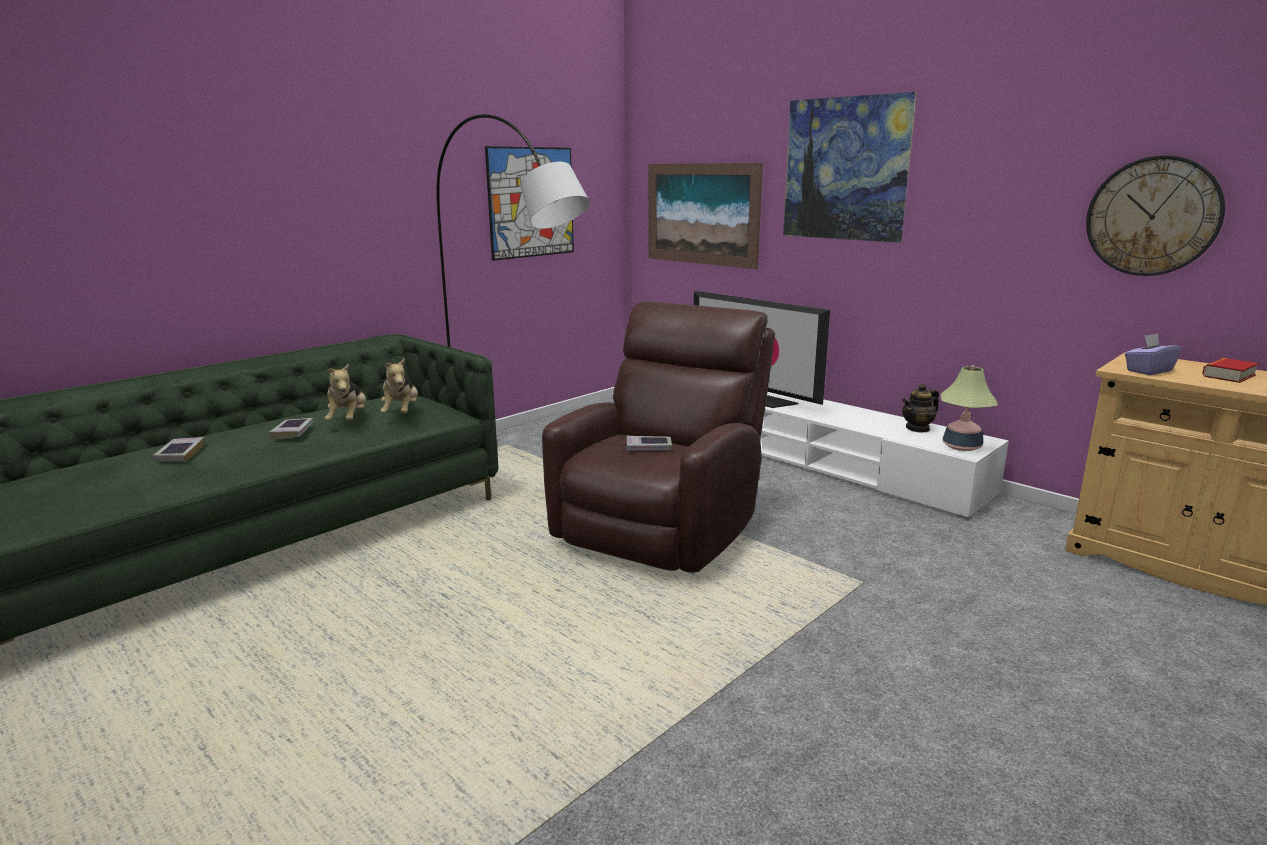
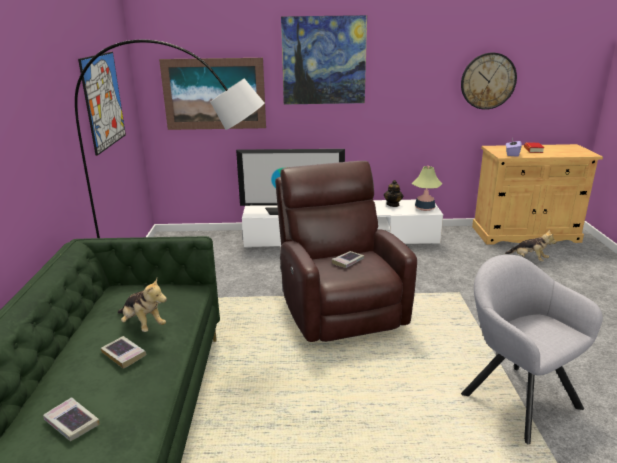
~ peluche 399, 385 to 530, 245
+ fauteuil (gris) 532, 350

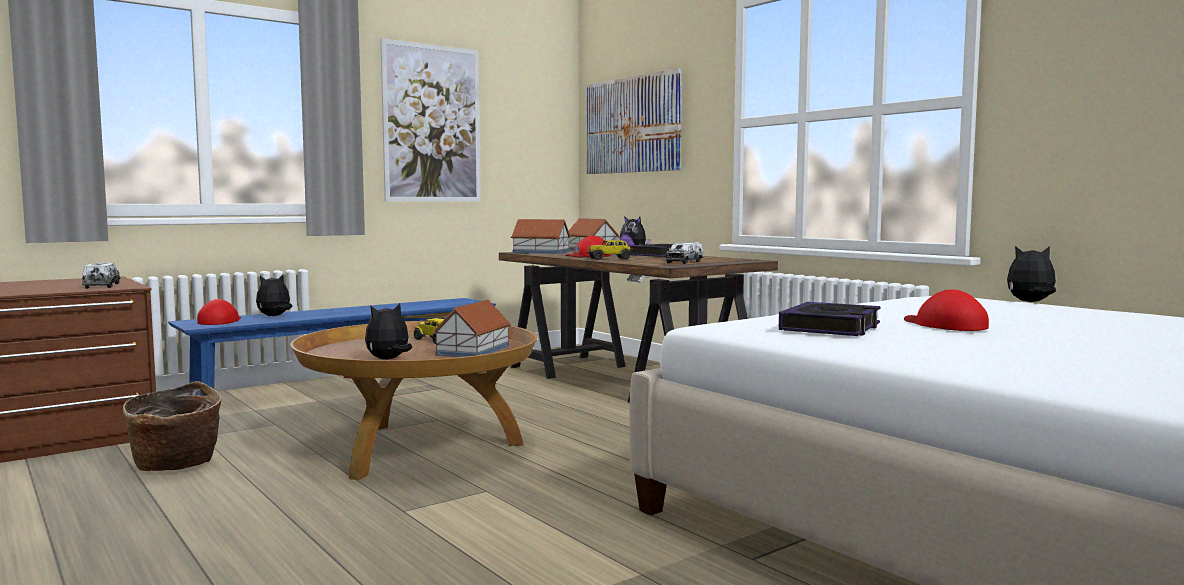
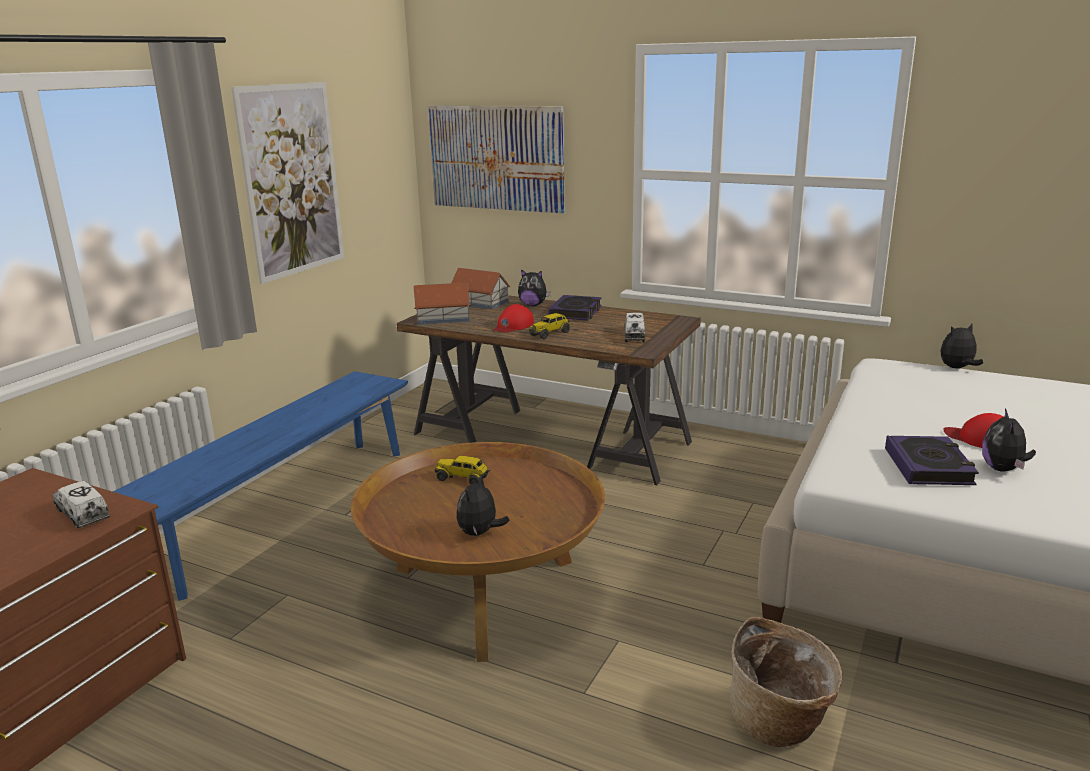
~ peluche 274, 295 to 1009, 440
- casquette (rouge) 219, 312
- maison miniature 472, 328
~ panier 172, 426 to 786, 682

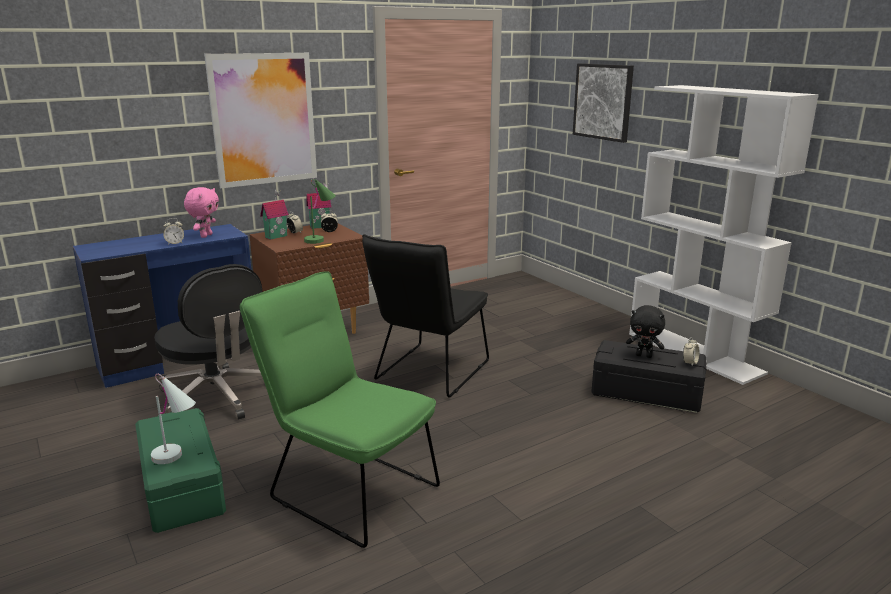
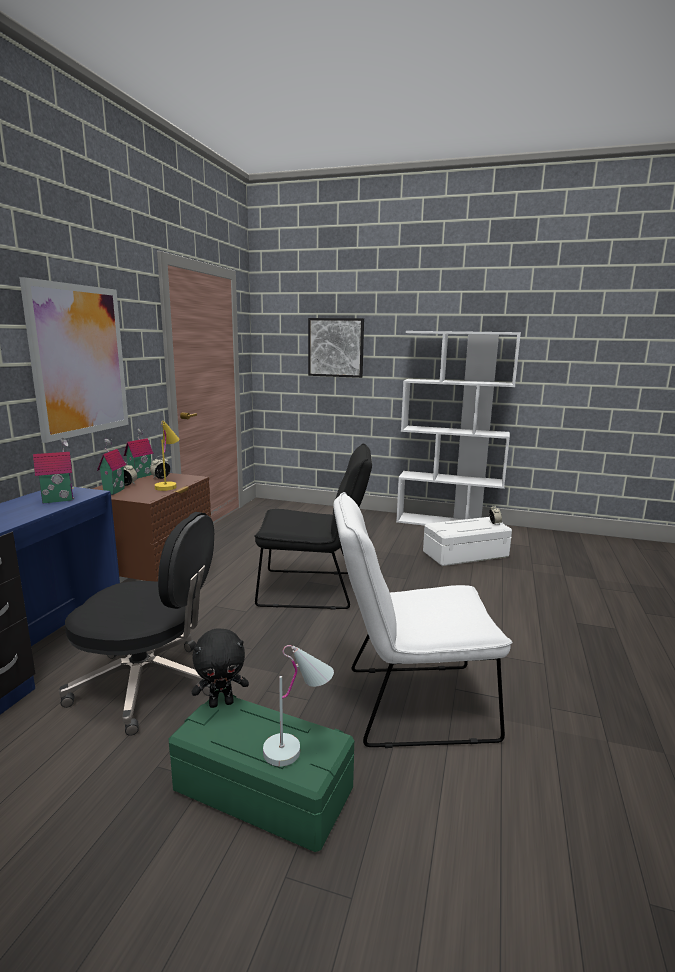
~ lampe de table (vert) 320, 211 to lampe de table (jaune) 167, 456
~ peluche (rose) 201, 212 to maison miniature 53, 470
- réveil 173, 231
~ chaise (noir) 425, 316 = 313, 527 75 degrees counterclockwise
~ chaise (vert) 340, 409 to chaise (blanc) 423, 620
~ peluche (noir) 645, 331 to 220, 668
~ boîte de rangement (noir) 649, 376 to boîte de rangement (blanc) 467, 541

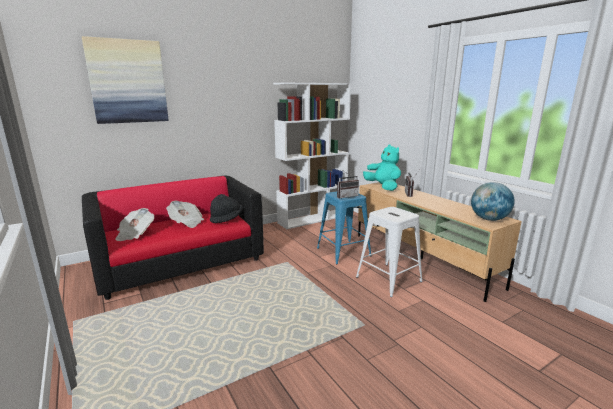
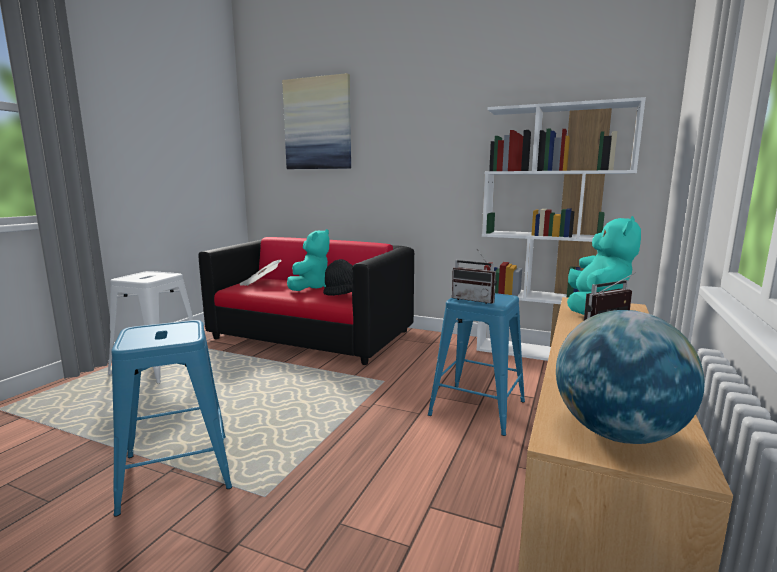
~ journal 185, 214 to peluche (turquoise) 308, 260
~ tabouret (blanc) 389, 252 to 150, 327
+ tabouret (bleu) 171, 418

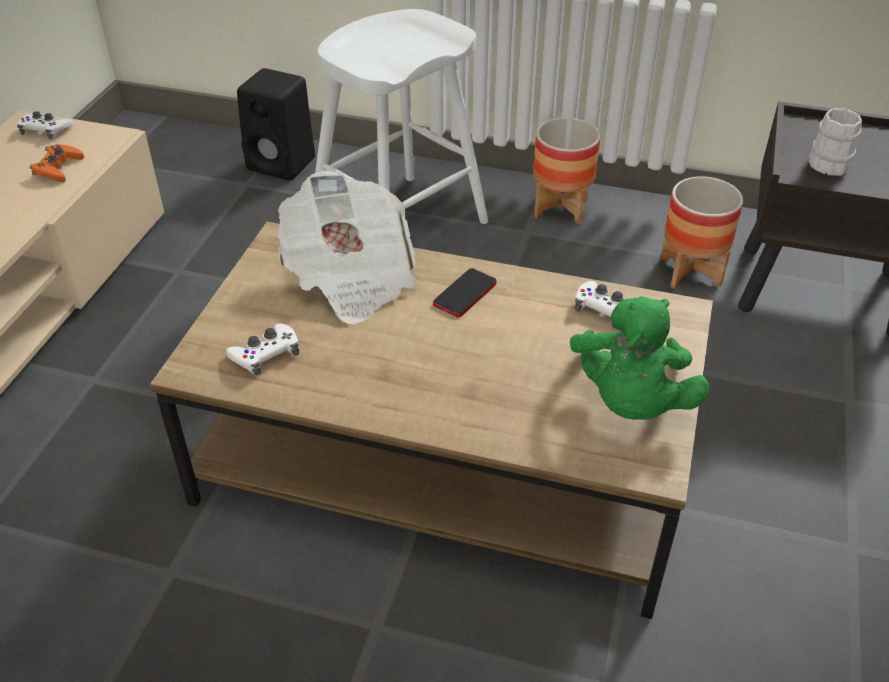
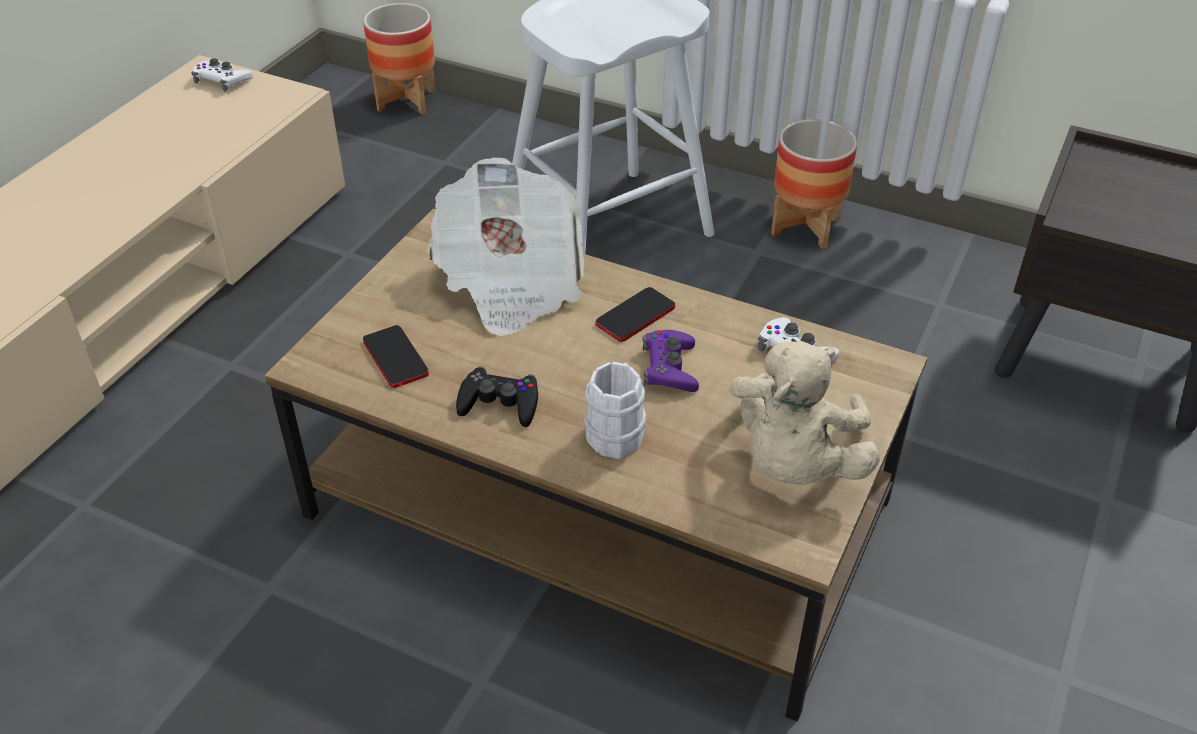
- enceinte (noir) 276, 124
~ mug (blanc) 835, 142 to 615, 410
- manette (orange) 57, 163
~ cache-pot 702, 232 to 399, 59
~ peluche (vert) 640, 358 to peluche (beige) 804, 413
~ manette (blanc) 262, 349 to téléphone 396, 356
+ manette (violet) 671, 361
+ manette (noir) 497, 396

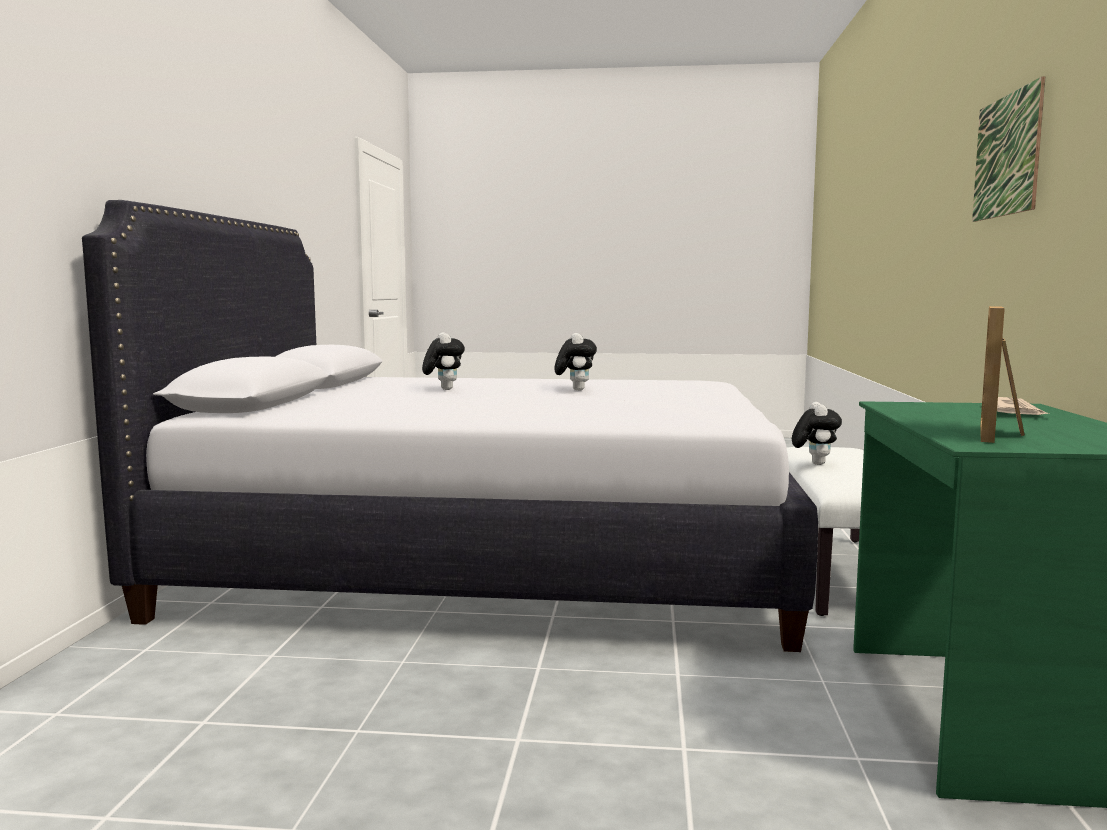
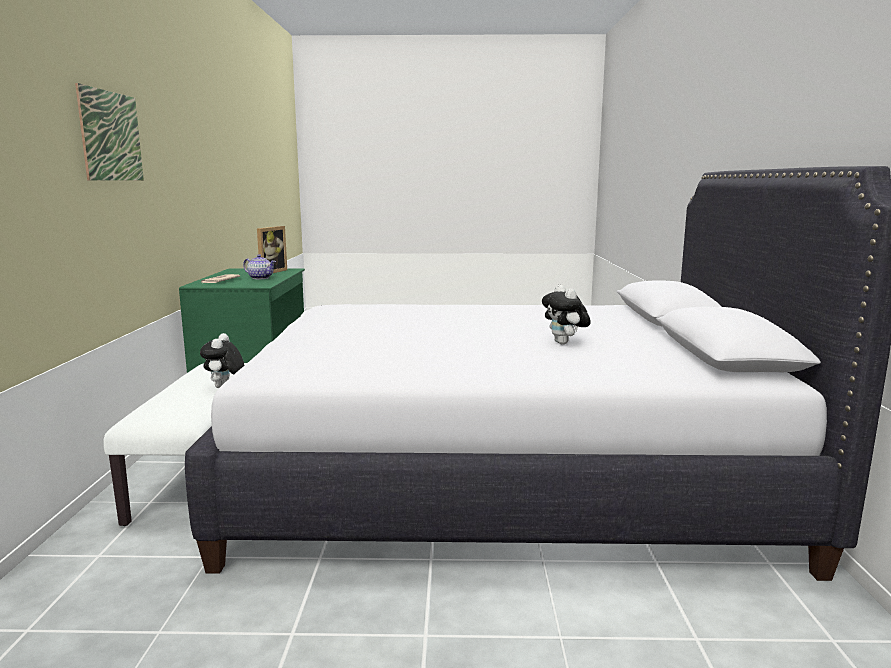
- peluche 575, 362
+ théière 259, 266

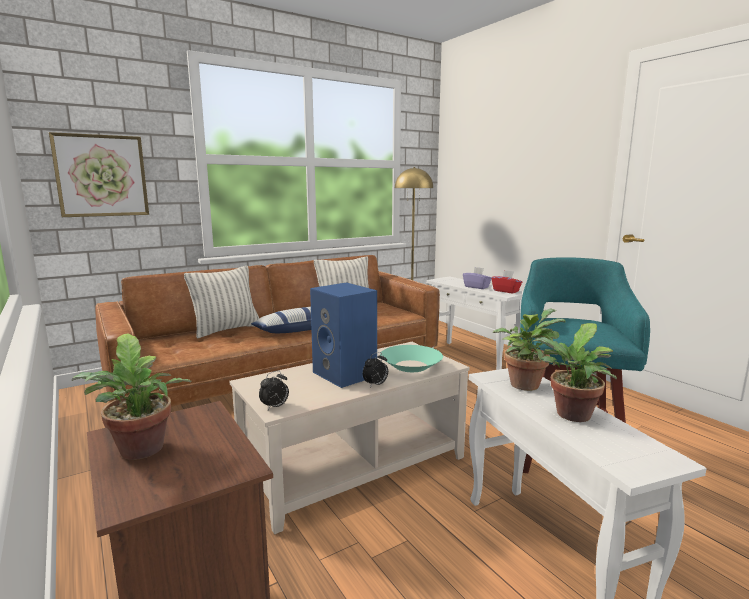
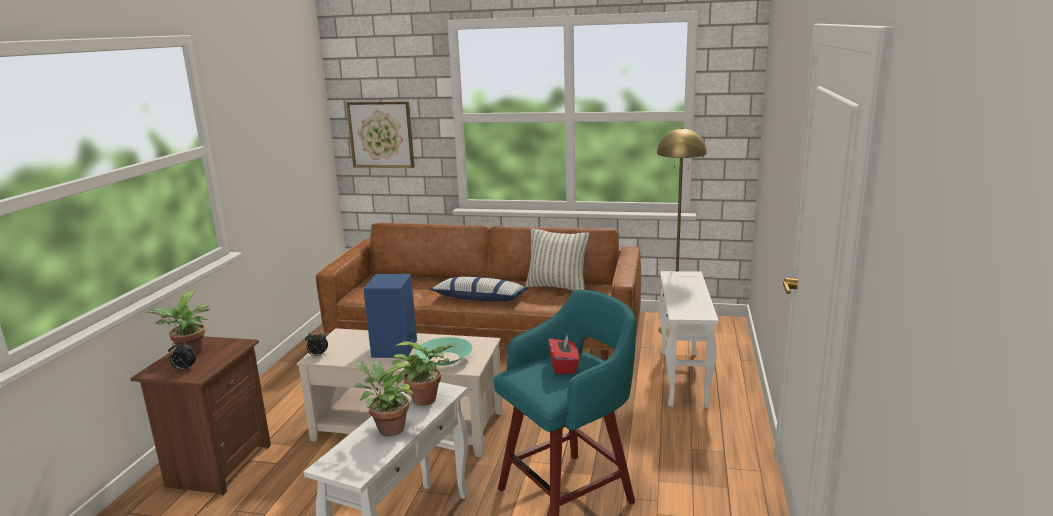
- coussin 221, 302
- boîte à mouchoirs (violet) 477, 278
~ boîte à mouchoirs (rouge) 507, 281 to 564, 354
~ réveil 375, 370 to 182, 355

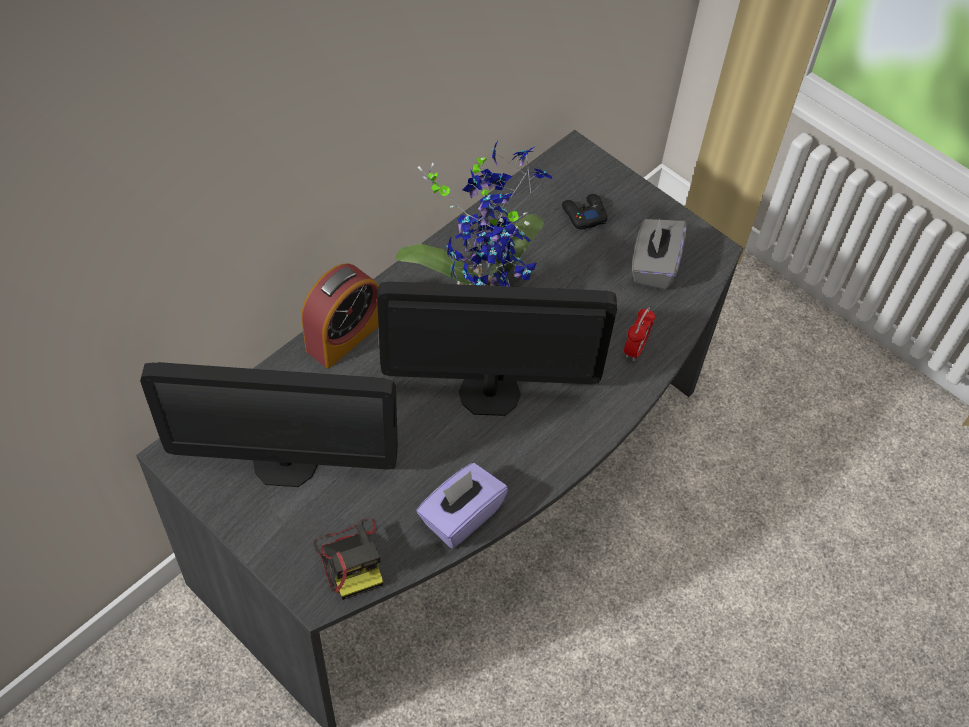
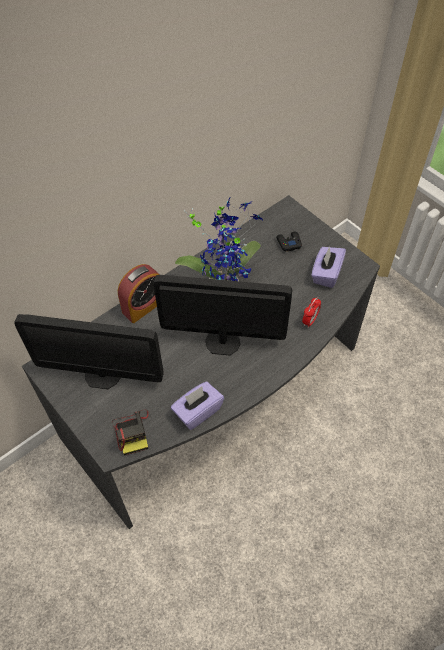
~ boîte à mouchoirs (gris) 659, 254 to boîte à mouchoirs (violet) 328, 267

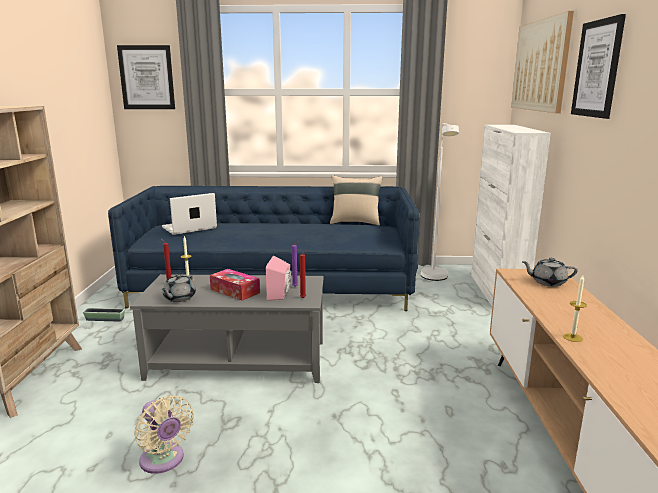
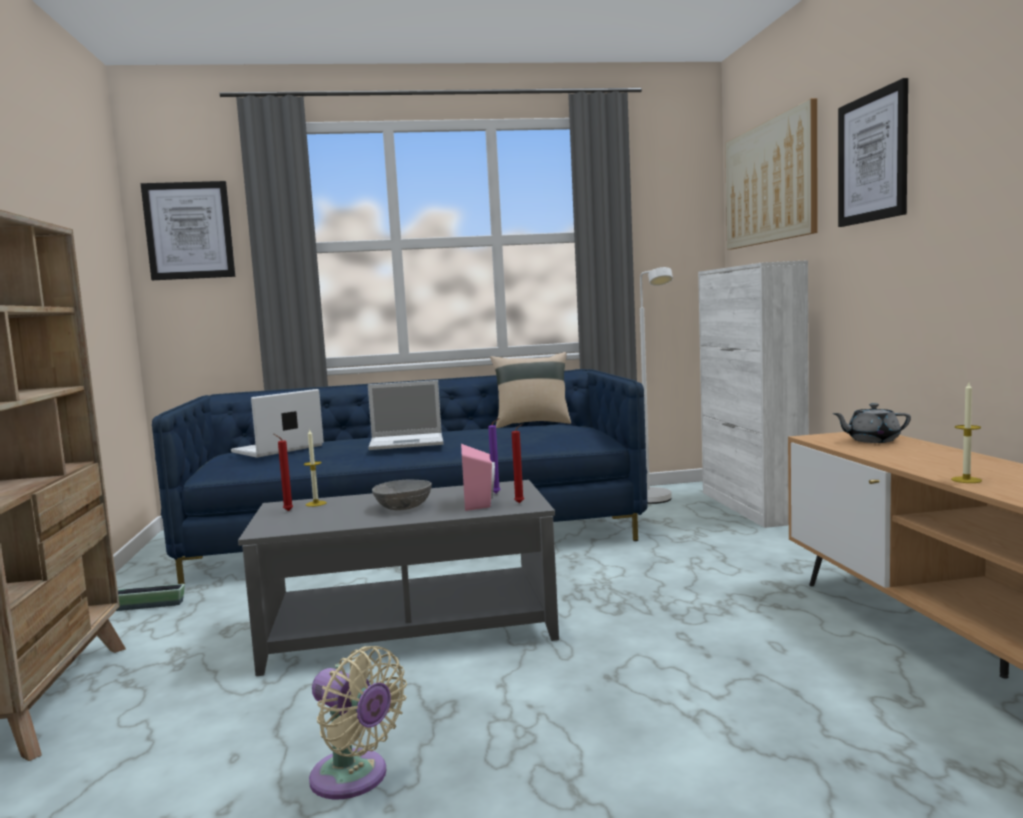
~ boîte à mouchoirs 235, 285 to bol (gris) 402, 494
- théière (gris) 178, 288
+ ordinateur portable 405, 415

